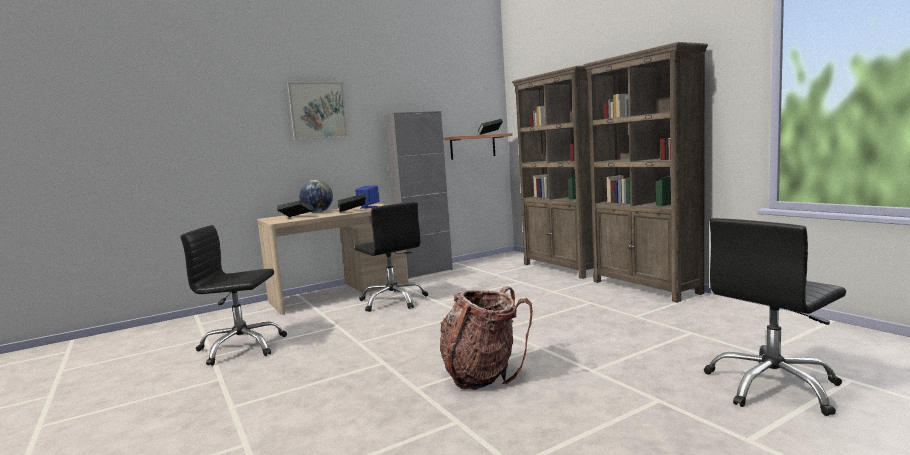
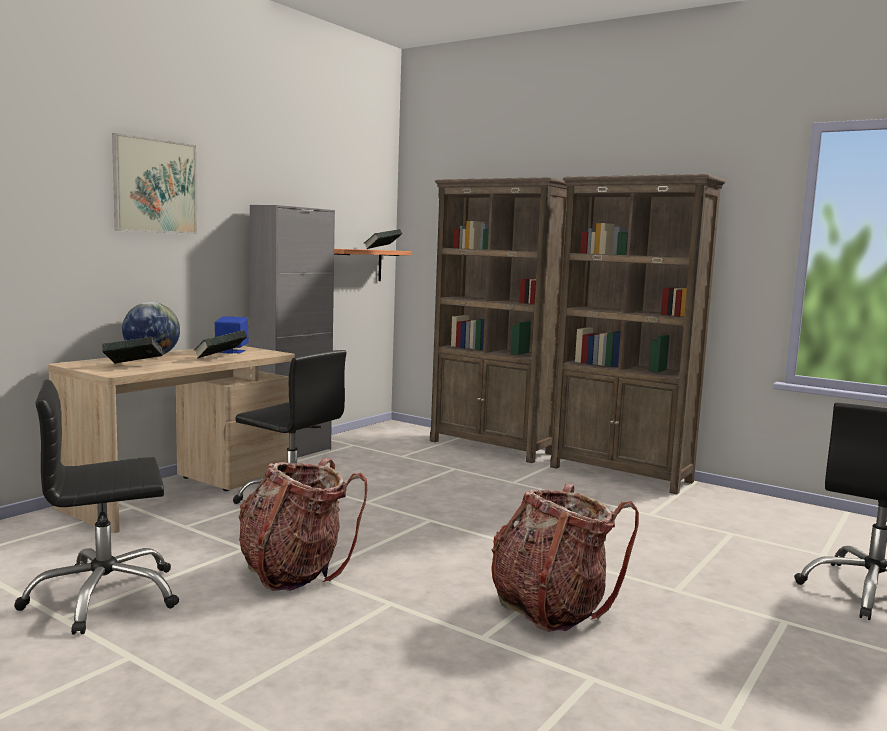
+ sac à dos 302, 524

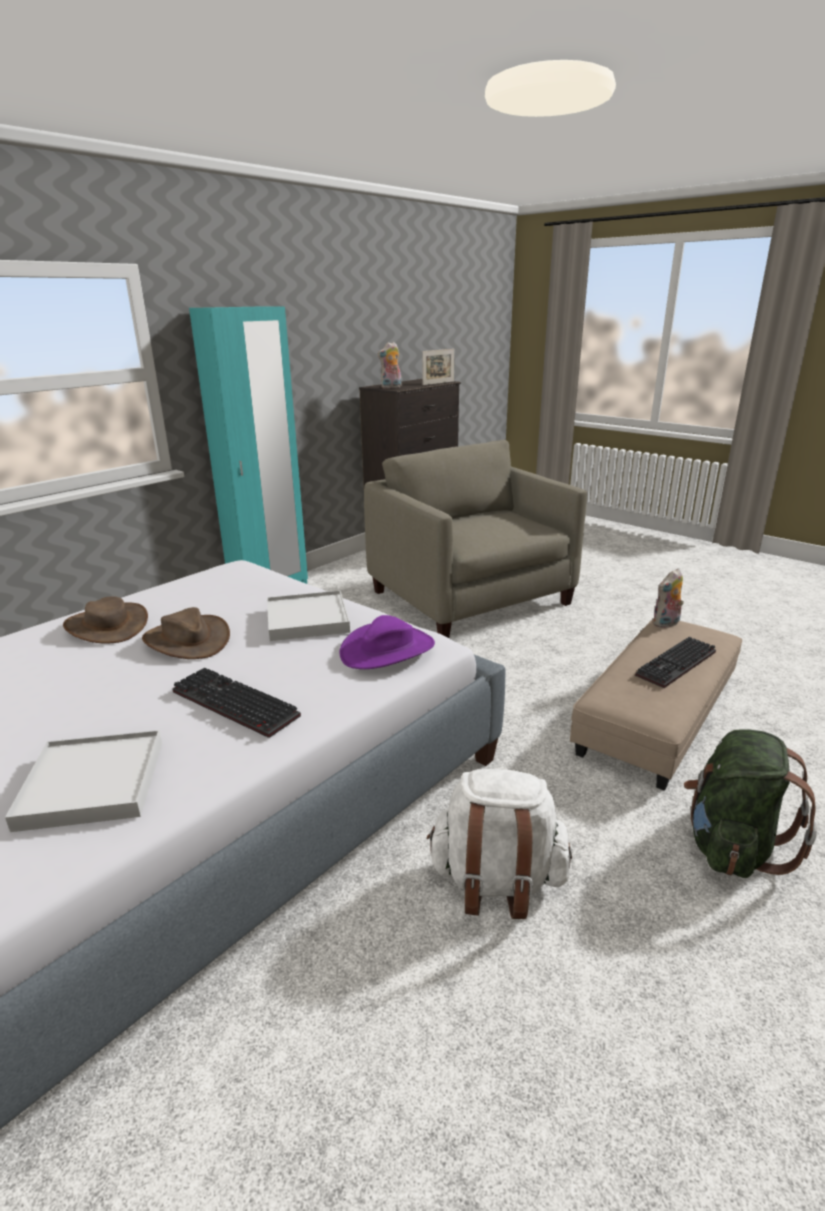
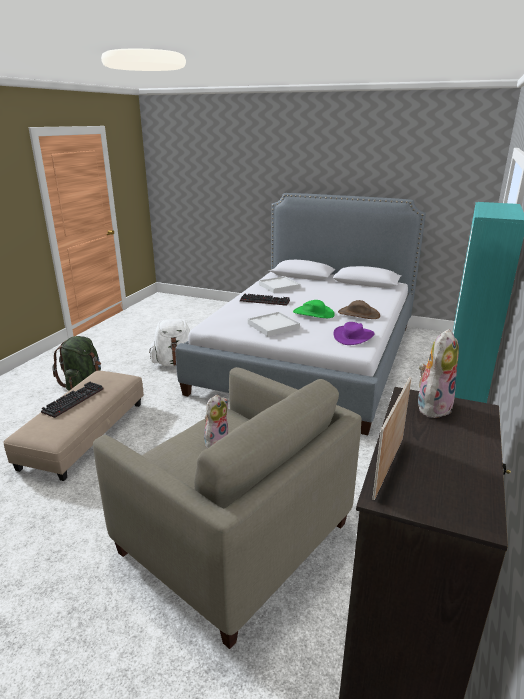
~ peluche 668, 598 to 216, 421
~ chapeau (marron) 186, 633 to chapeau (vert) 314, 309
~ chapeau (violet) 387, 642 to 354, 333

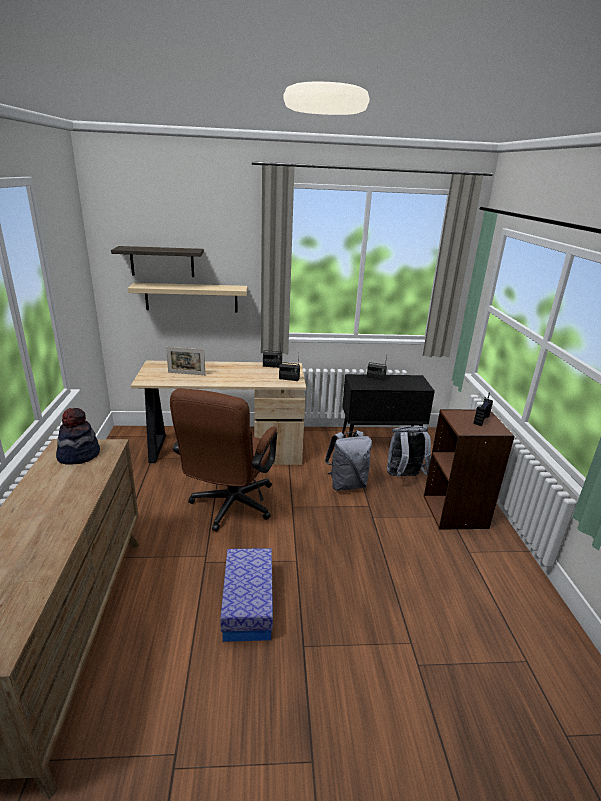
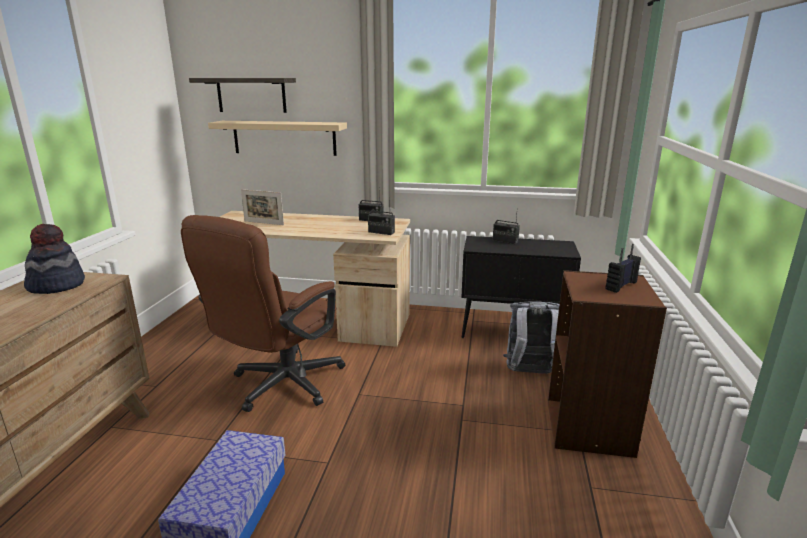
- sac à dos (gris) 348, 460

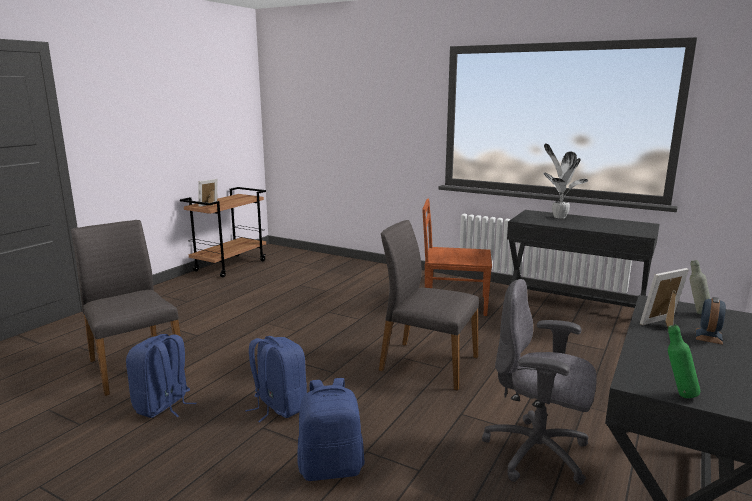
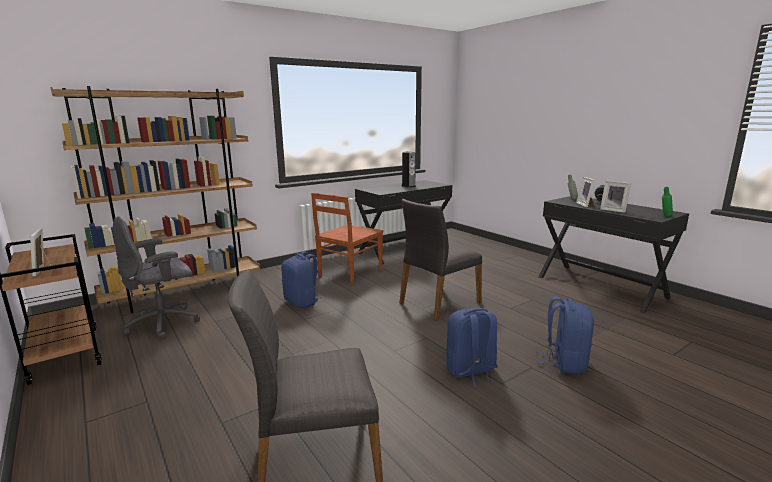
- plante en pot 565, 181
~ chaise de bureau (gris) 539, 382 to 156, 277
~ sac à dos (bleu) 161, 376 to 302, 279
+ bibliothèque (marron) 155, 199
+ enceinte 408, 169
+ cadre photo 615, 197

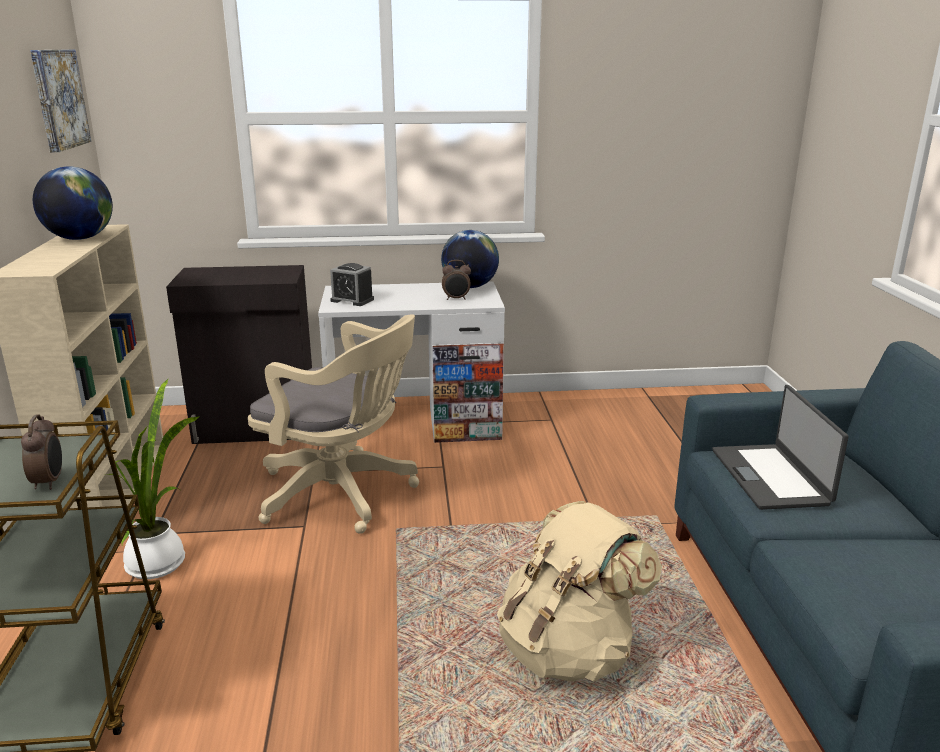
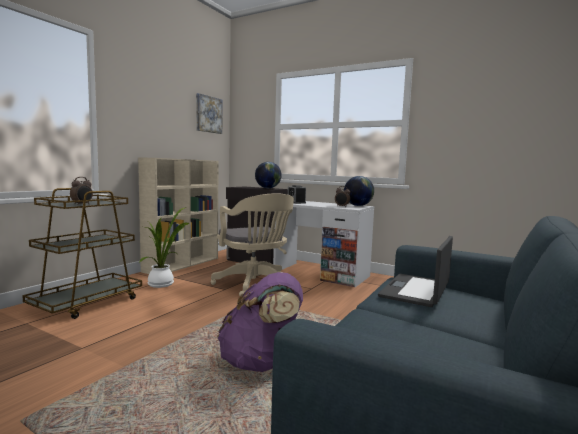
~ globe 73, 203 to 268, 175
~ sac à dos (beige) 579, 591 to sac à dos (violet) 260, 322

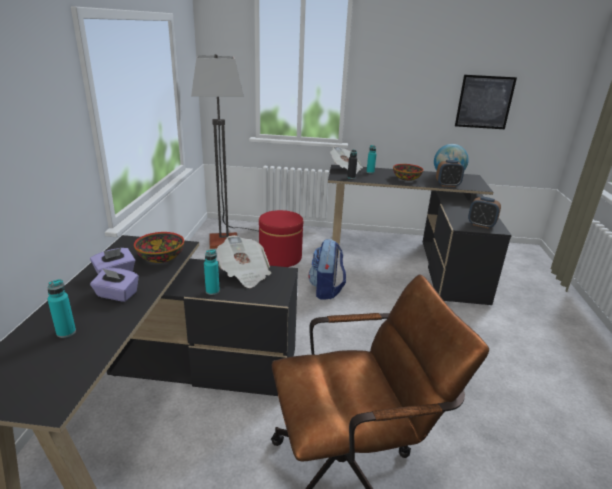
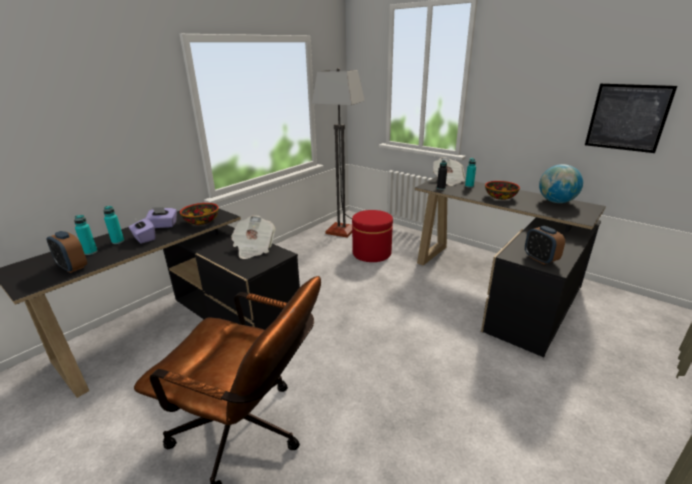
~ réveil 450, 173 to 67, 252
- sac à dos 327, 269
~ bouteille (turquoise) 212, 272 to 113, 225

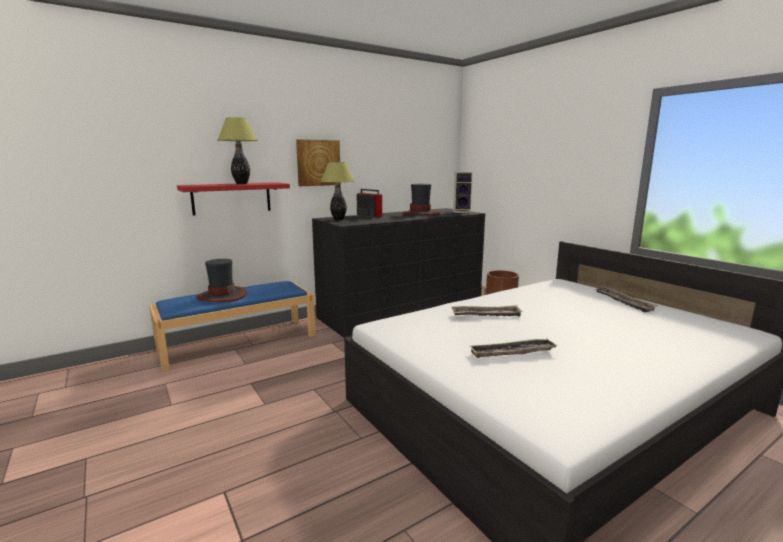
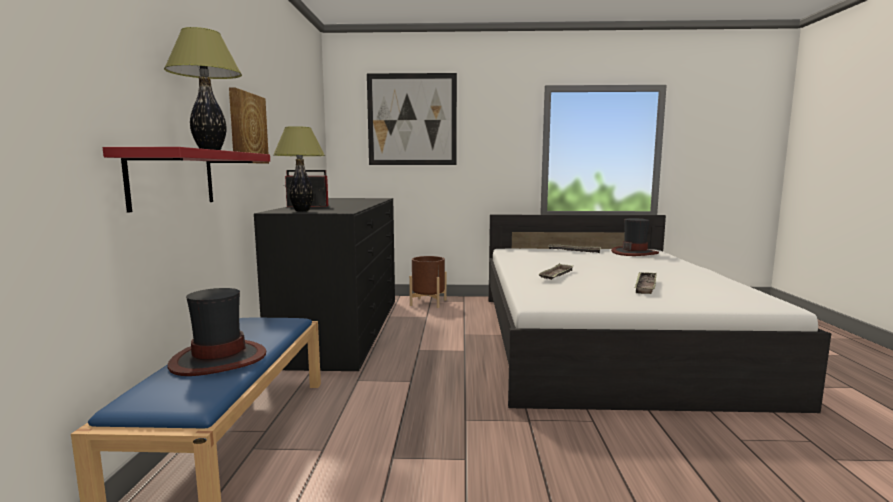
- enceinte 463, 192
~ chapeau 421, 199 to 635, 237
+ tableau 412, 119

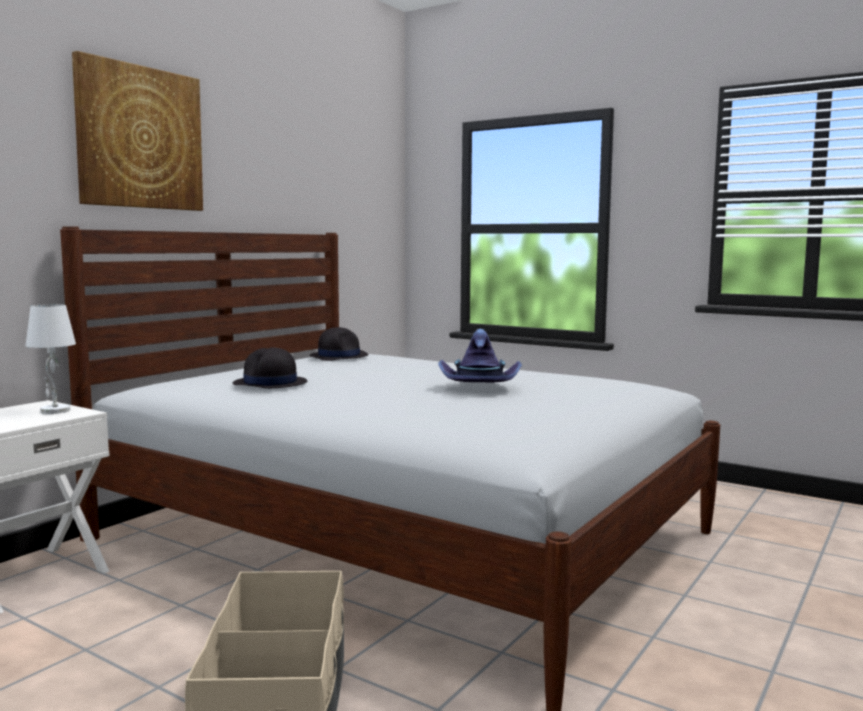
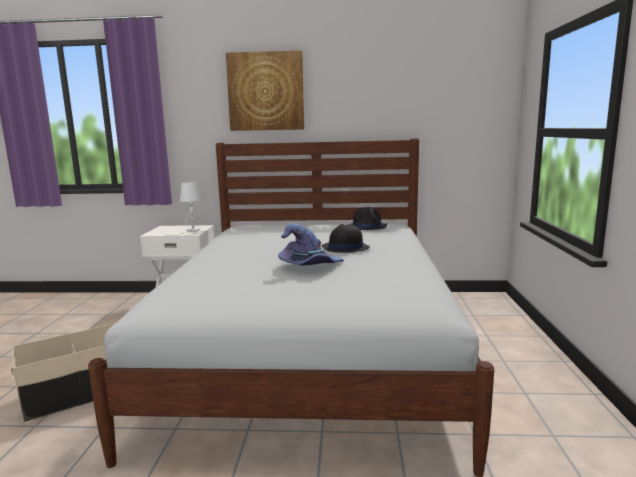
~ chapeau (noir) 270, 367 to 346, 238

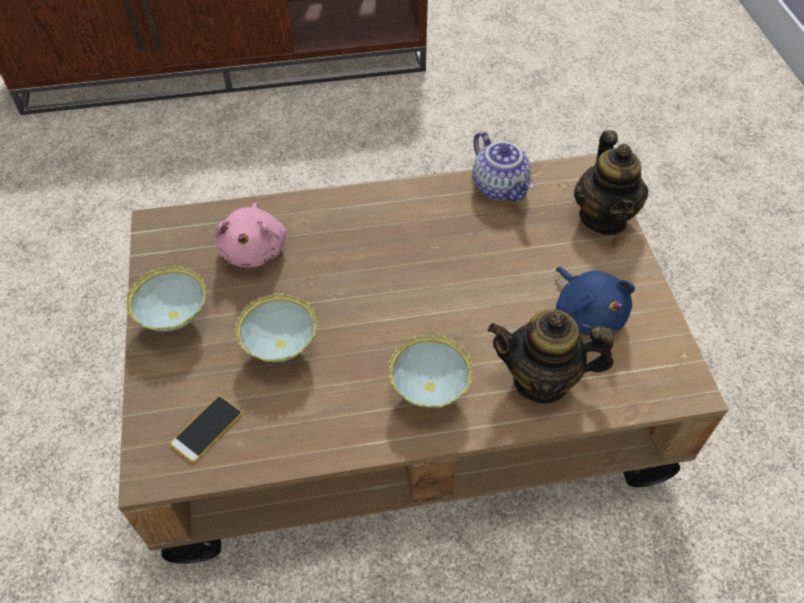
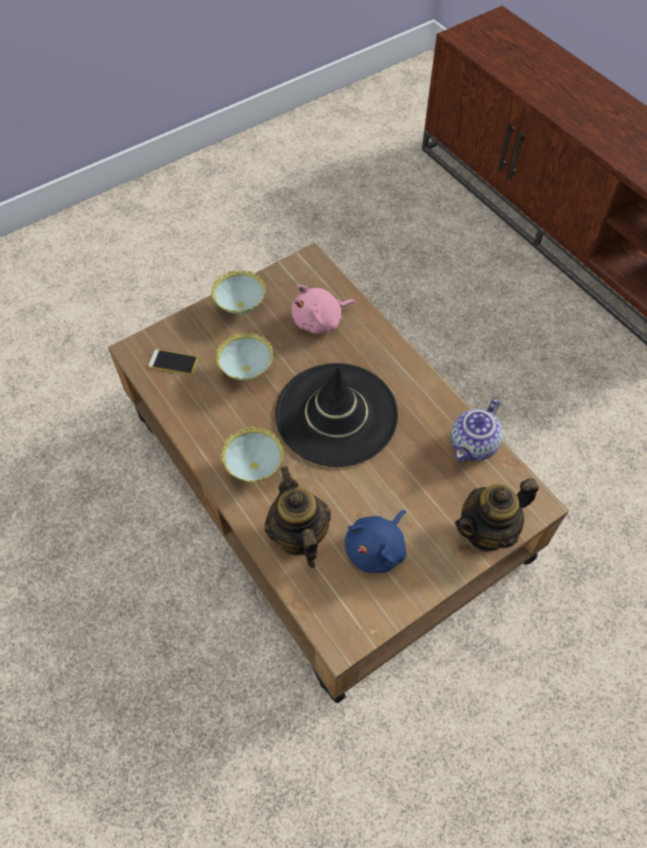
+ chapeau (noir) 336, 415

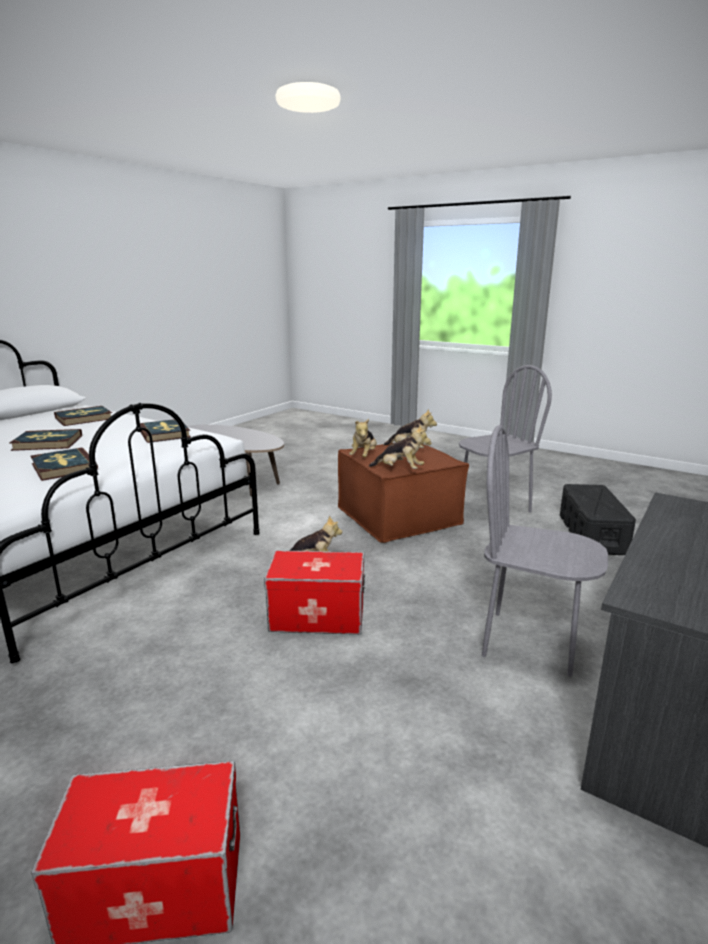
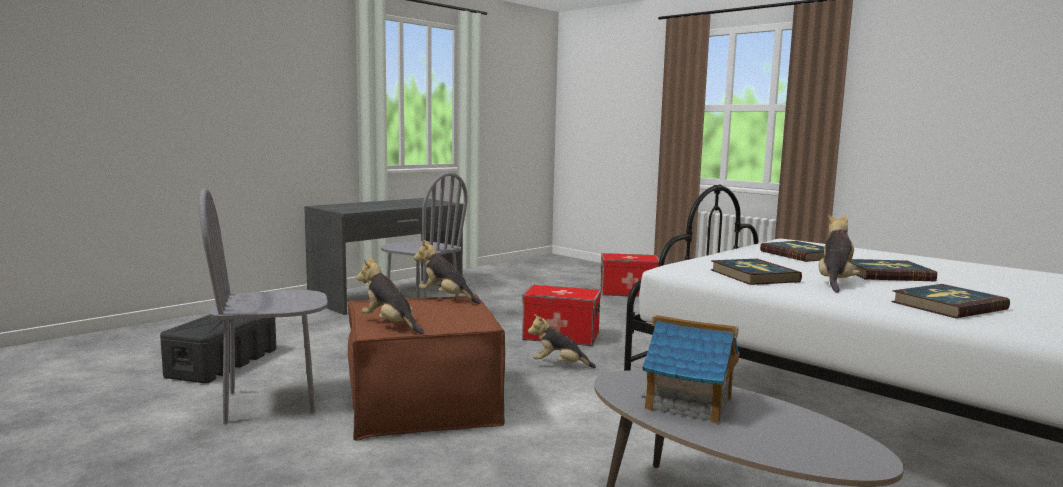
~ peluche 363, 438 to 839, 253
+ maison miniature 691, 369

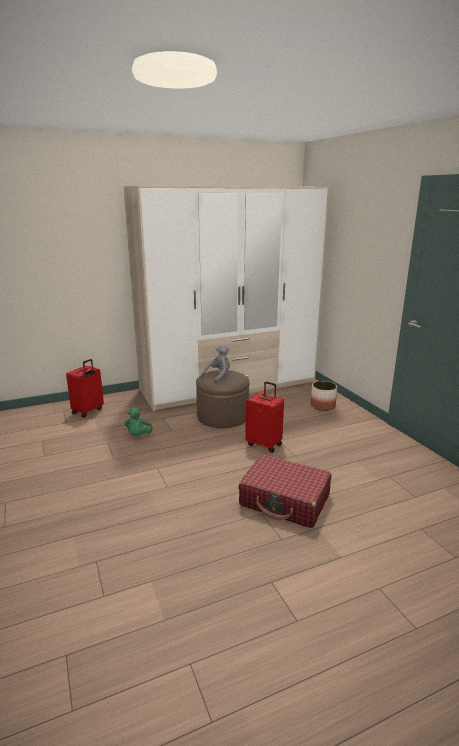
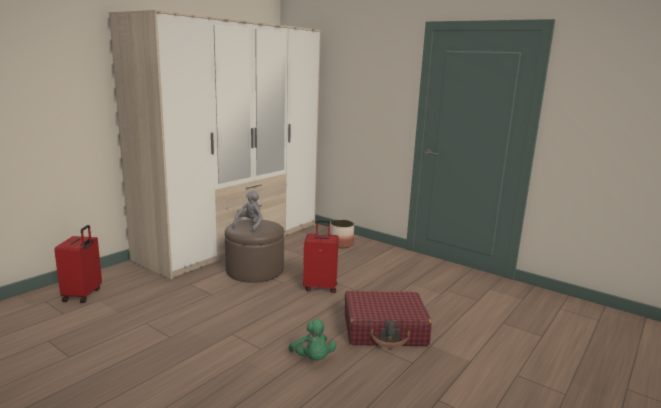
~ peluche (vert) 138, 422 to 312, 339

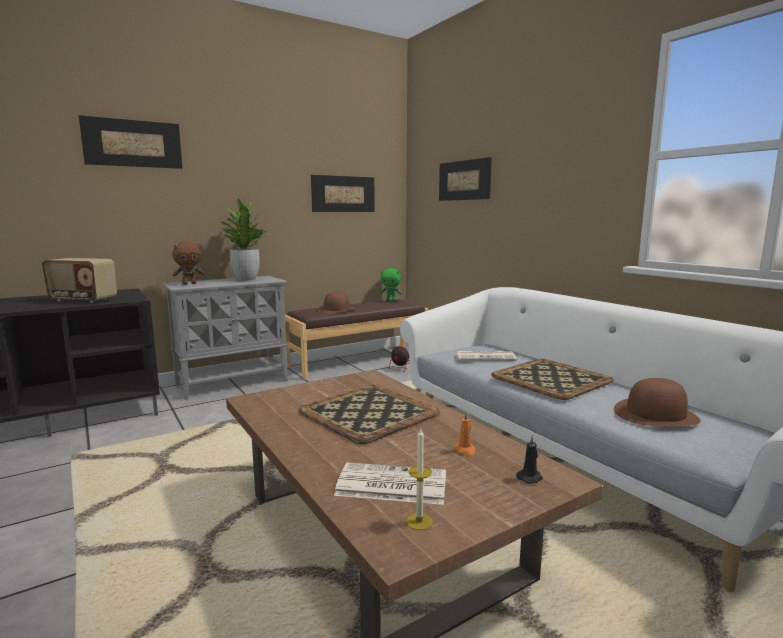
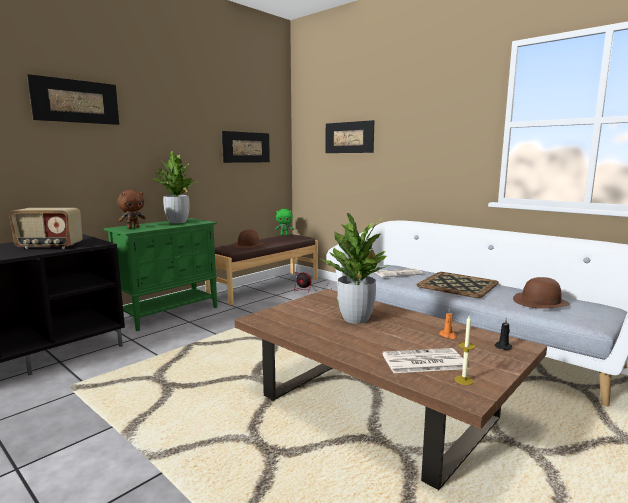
~ meuble de rangement (gris) 225, 338 to meuble de rangement (vert) 160, 274
~ plateau 369, 414 to plante en pot 355, 268

